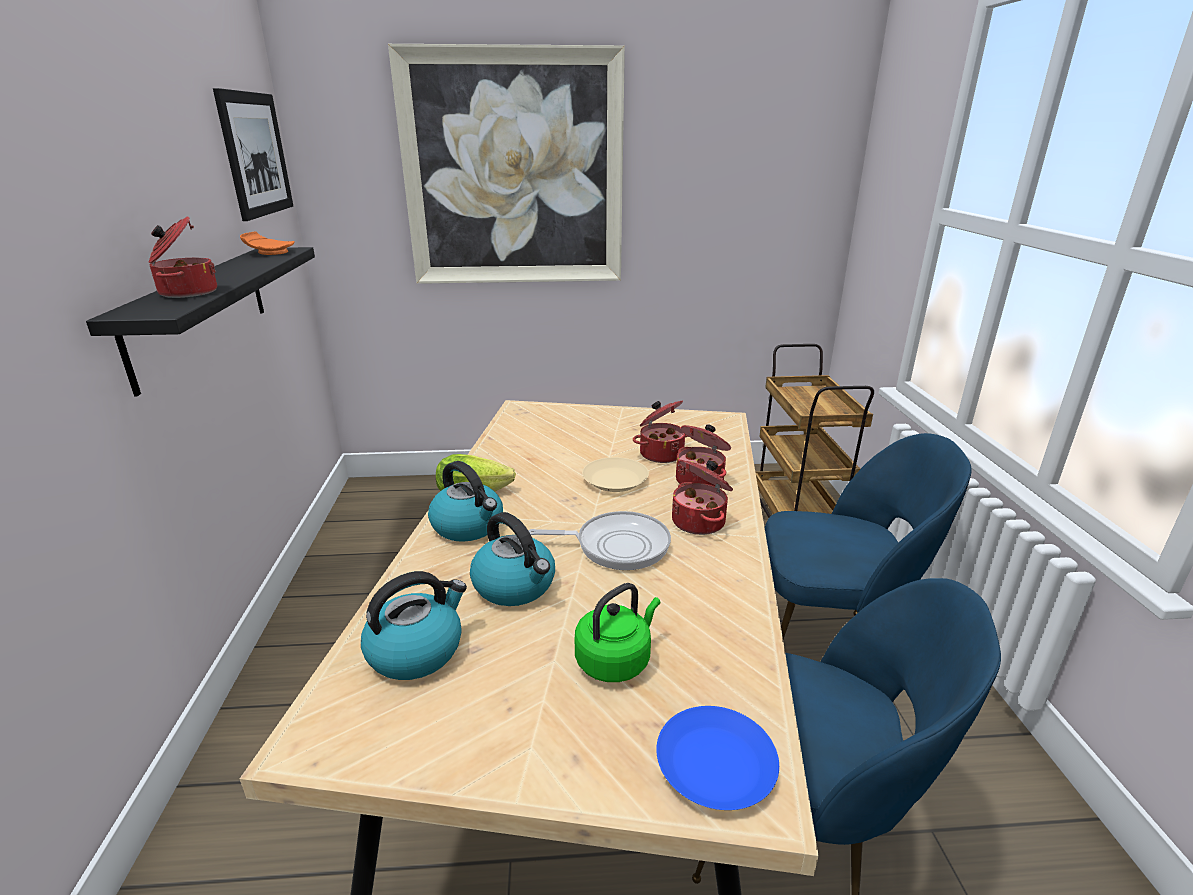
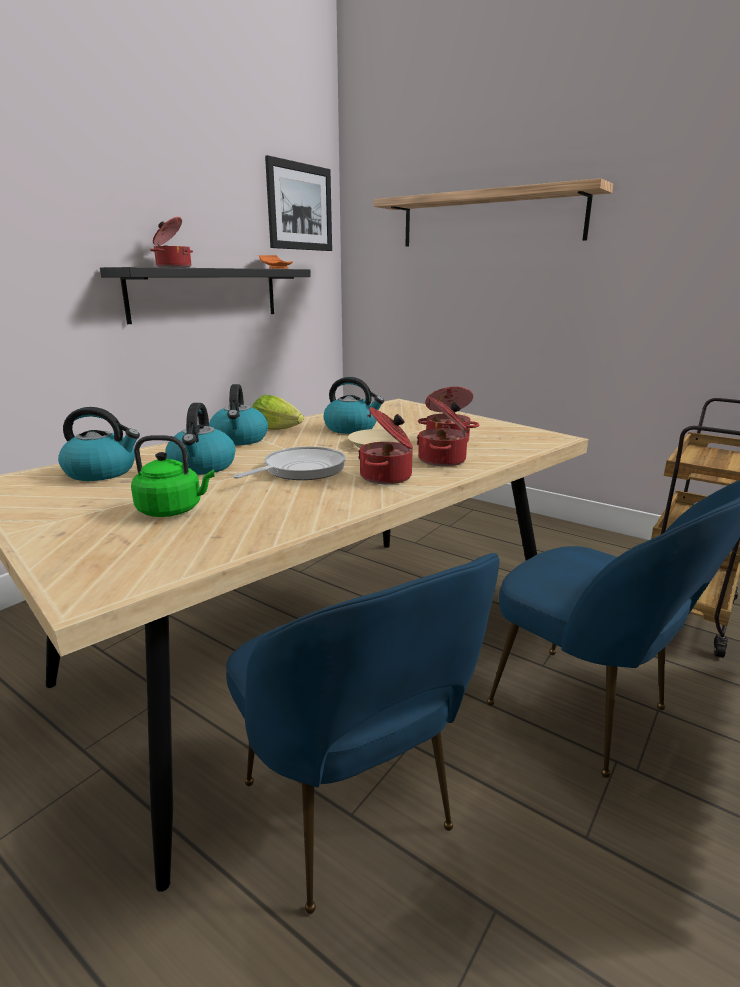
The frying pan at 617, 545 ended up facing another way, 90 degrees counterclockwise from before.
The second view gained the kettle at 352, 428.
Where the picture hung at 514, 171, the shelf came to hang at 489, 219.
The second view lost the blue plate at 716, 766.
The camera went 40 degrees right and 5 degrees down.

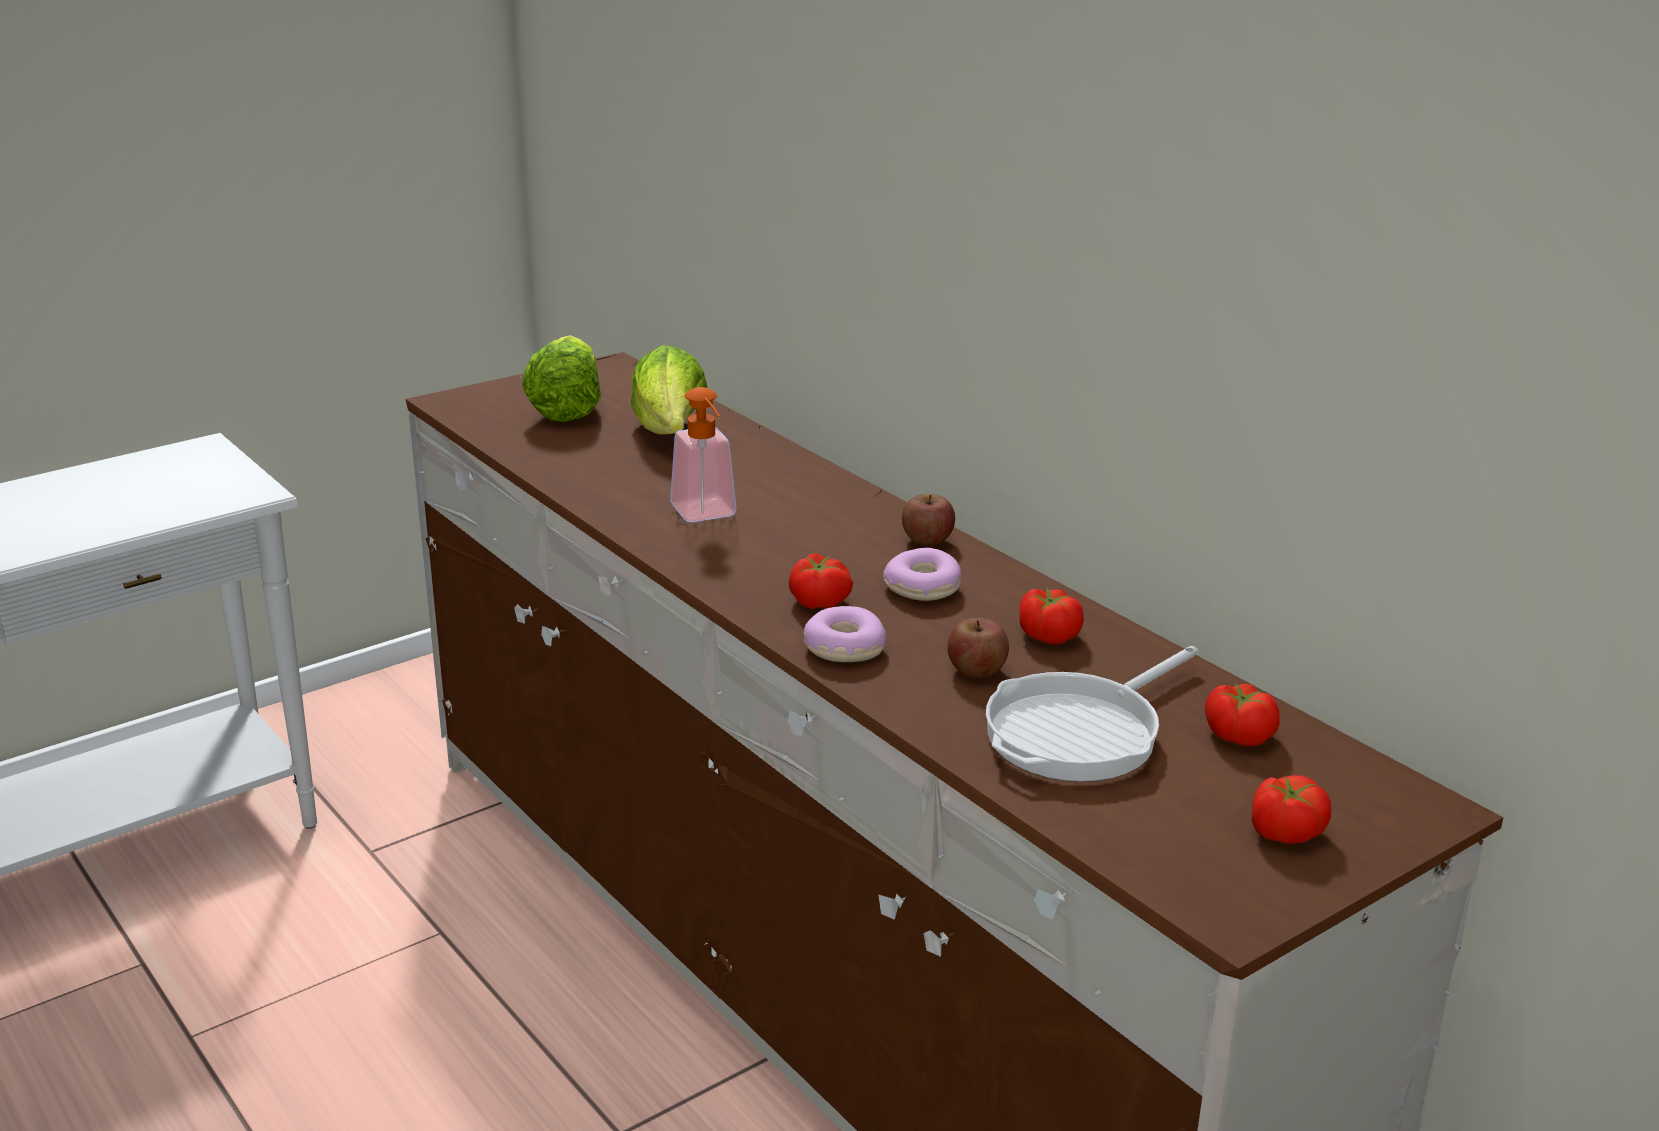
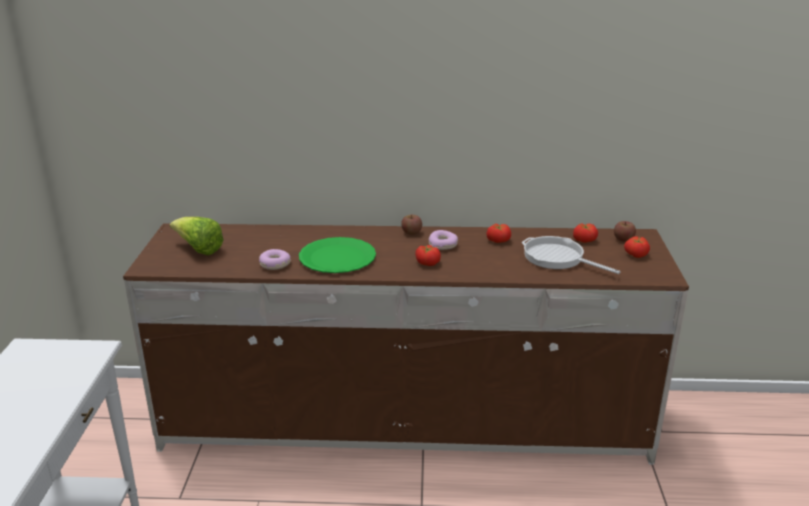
The donut ended up elsewhere, having gone from 843, 648 to 274, 264.
Where the soap dispenser stood at 707, 515, the green plate came to stand at 337, 257.
The frying pan at 1080, 732 ended up facing another way, 135 degrees clockwise from before.
The apple ended up elsewhere, having gone from 976, 670 to 623, 239.
The second view lost the lettuce at 670, 433.
The camera went 50 degrees left and 0 degrees up.

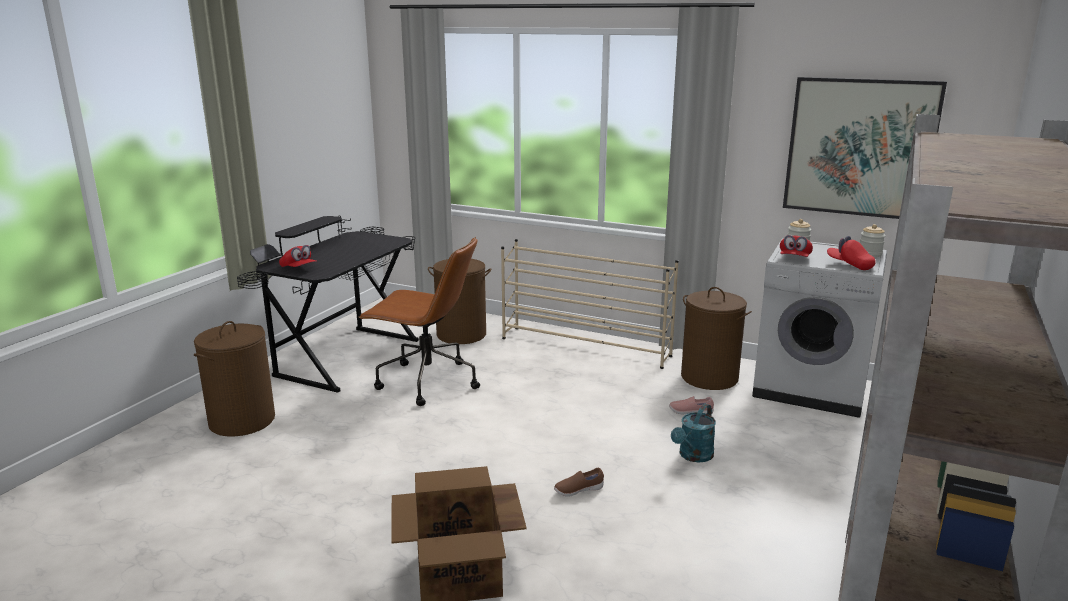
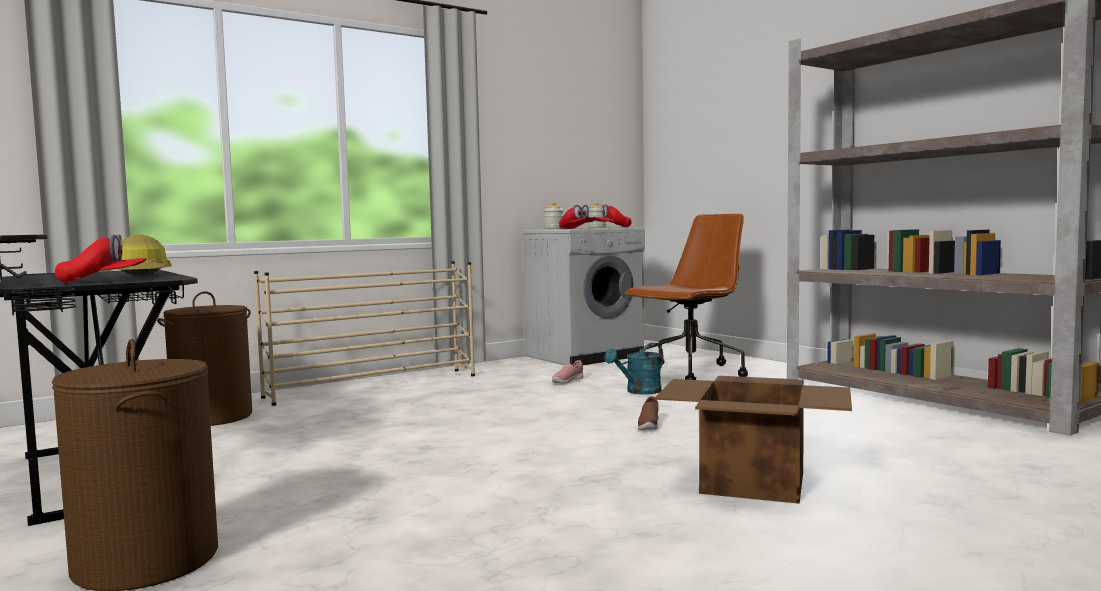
The second view gained the hard hat at 142, 275.
The turquoise watering can at 693, 456 ended up facing another way, 75 degrees clockwise from before.
The brown office chair ended up elsewhere, having gone from 426, 382 to 690, 373.
The second view lost the brown laundry basket at 710, 378.
The second view lost the picture at 860, 147.
The camera went 60 degrees left and 15 degrees down.

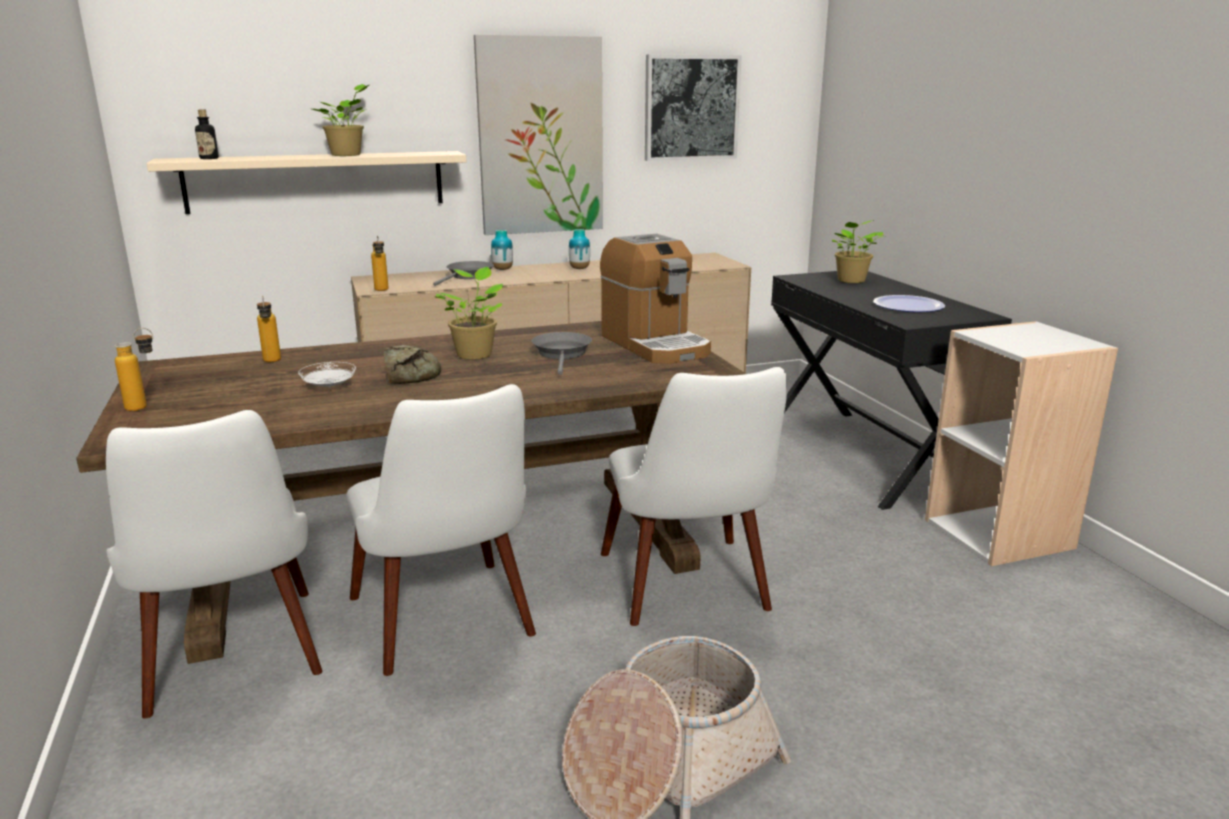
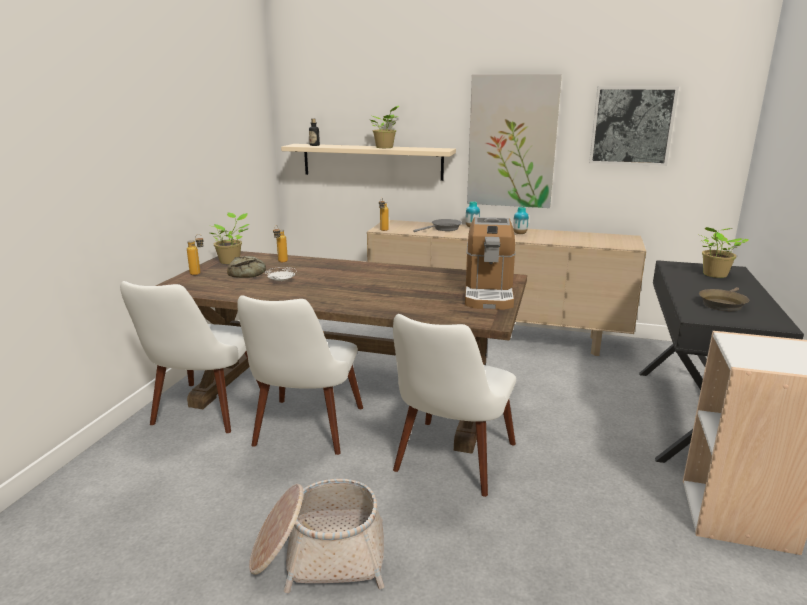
The potted plant ended up elsewhere, having gone from 475, 354 to 231, 261.
The bread ended up elsewhere, having gone from 410, 374 to 248, 273.
Where the plate stood at 908, 306, the brown frying pan came to stand at 722, 304.
The second view lost the grey frying pan at 562, 354.
The camera went 35 degrees right and 0 degrees up.

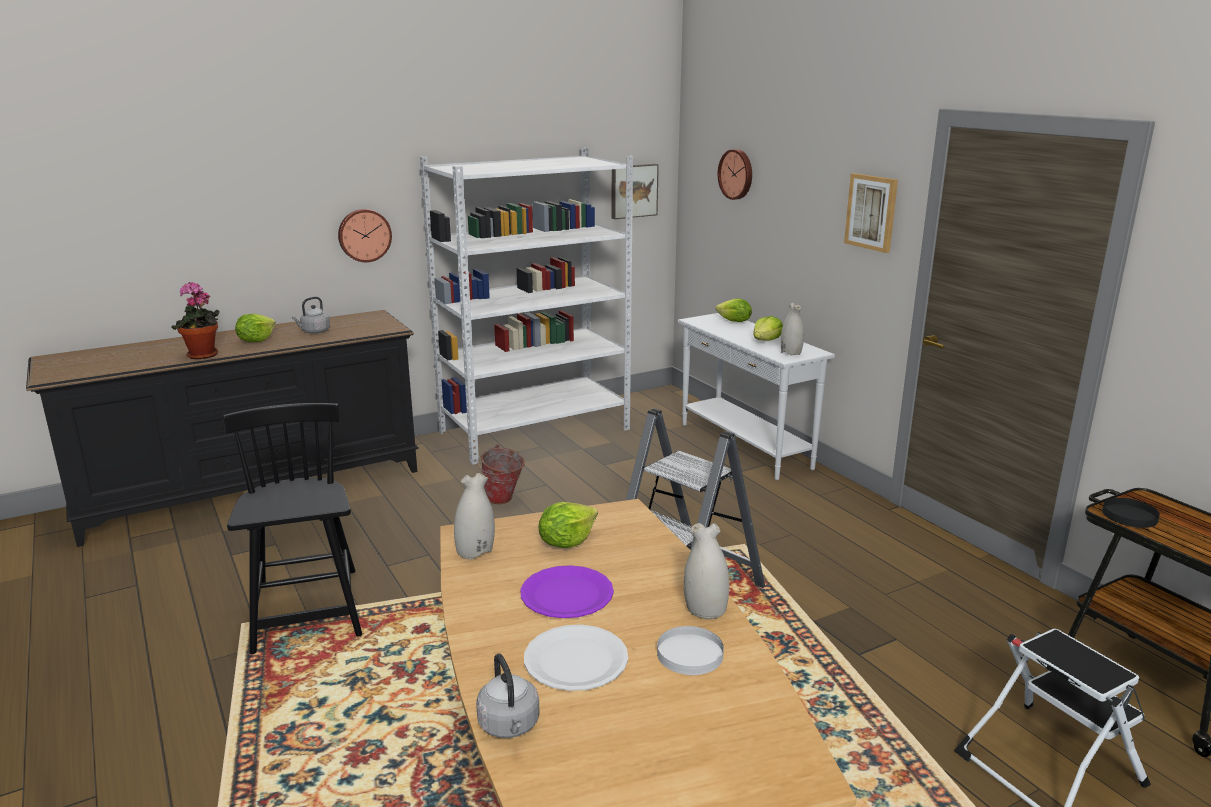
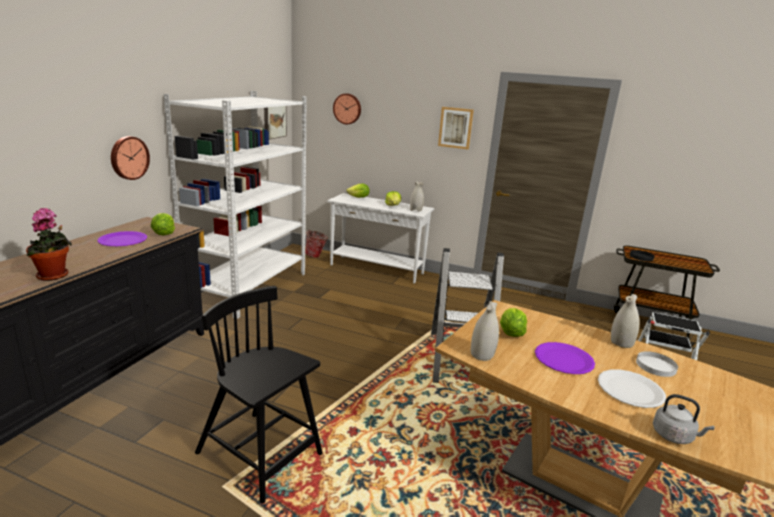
Where the grey kettle stood at 314, 332, the purple plate came to stand at 123, 240.
The lettuce ended up elsewhere, having gone from 256, 341 to 164, 234.
The bucket ended up elsewhere, having gone from 502, 501 to 316, 256.
The camera went 40 degrees left and 0 degrees up.

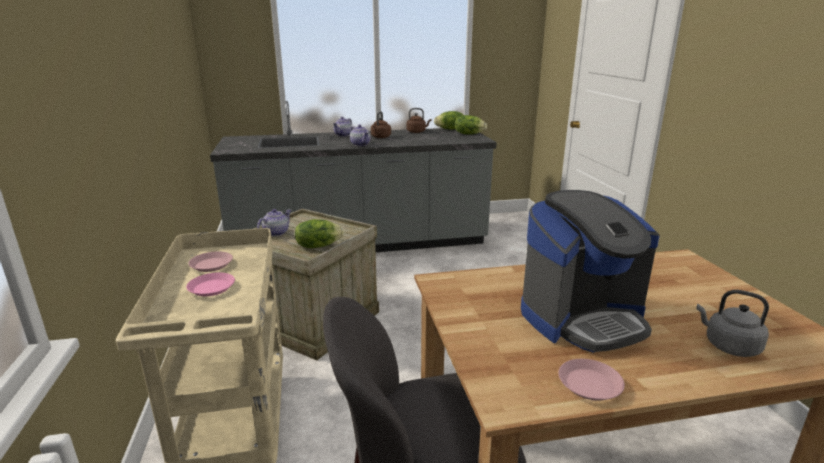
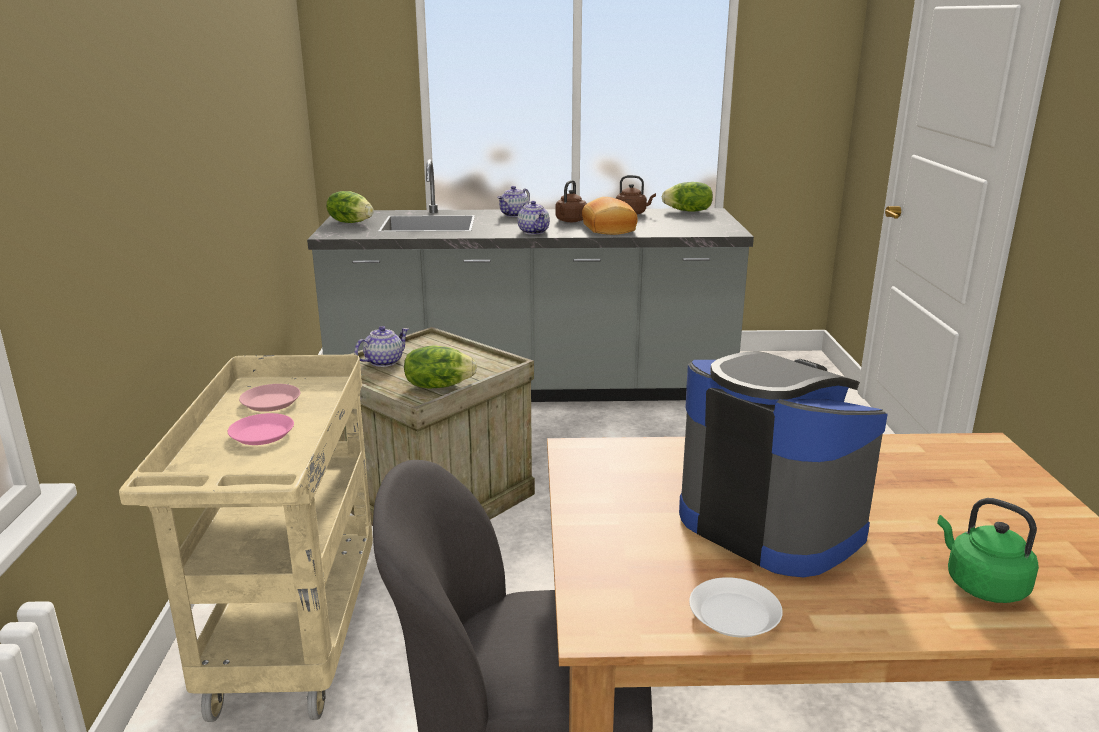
The lettuce ended up elsewhere, having gone from 469, 134 to 351, 222.
The second view gained the bread at 607, 229.
The coffee machine at 582, 318 ended up facing another way, 120 degrees counterclockwise from before.
What was the pink plate at 589, 384 turned into the white plate at 734, 614.
What was the grey kettle at 728, 346 turned into the green kettle at 981, 585.
The camera went 10 degrees right and 0 degrees up.

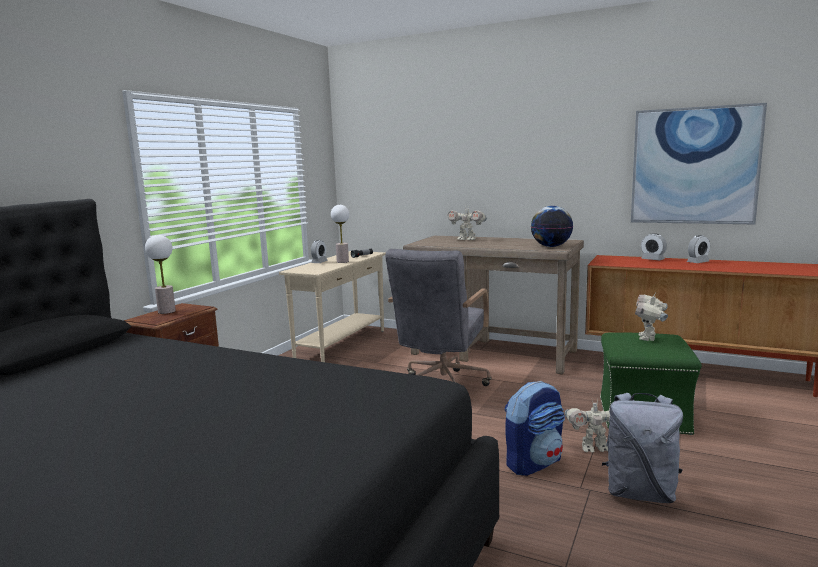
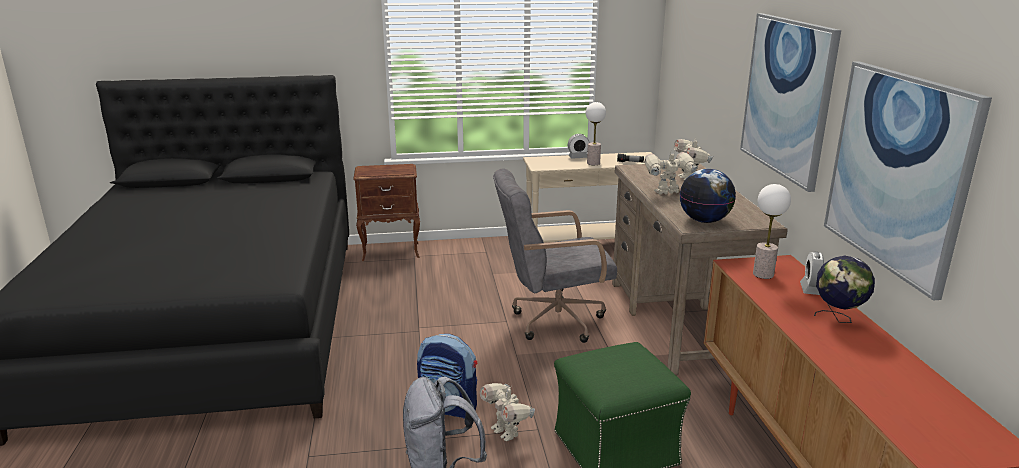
The toy robot ended up elsewhere, having gone from 648, 338 to 667, 193.
The second view gained the picture at 787, 97.
The table lamp ended up elsewhere, having gone from 166, 311 to 763, 274.
Where the alarm clock stood at 698, 262, the globe came to stand at 838, 319.
The camera went 55 degrees right and 10 degrees up.

